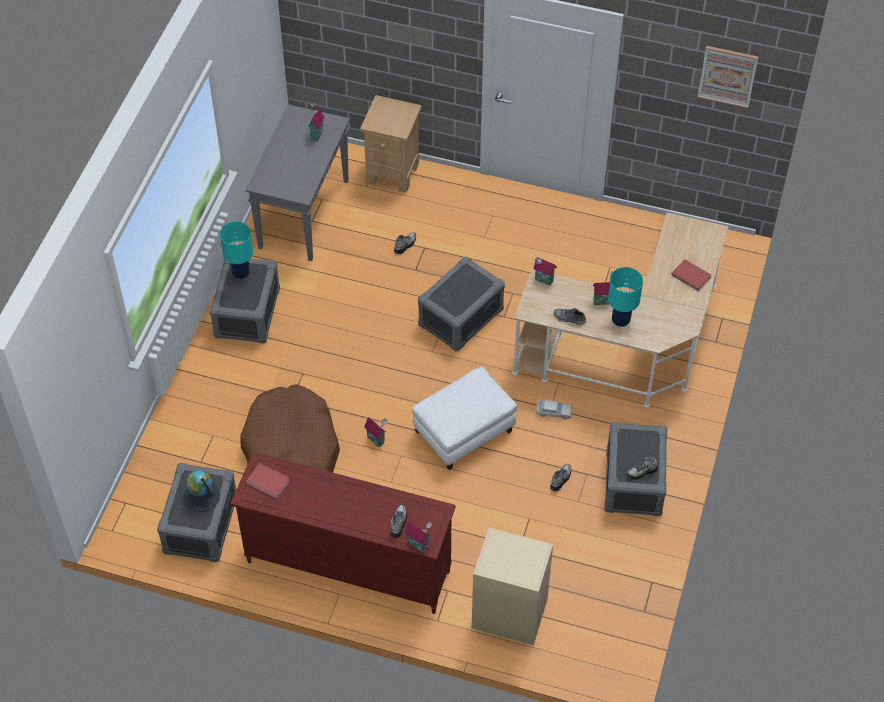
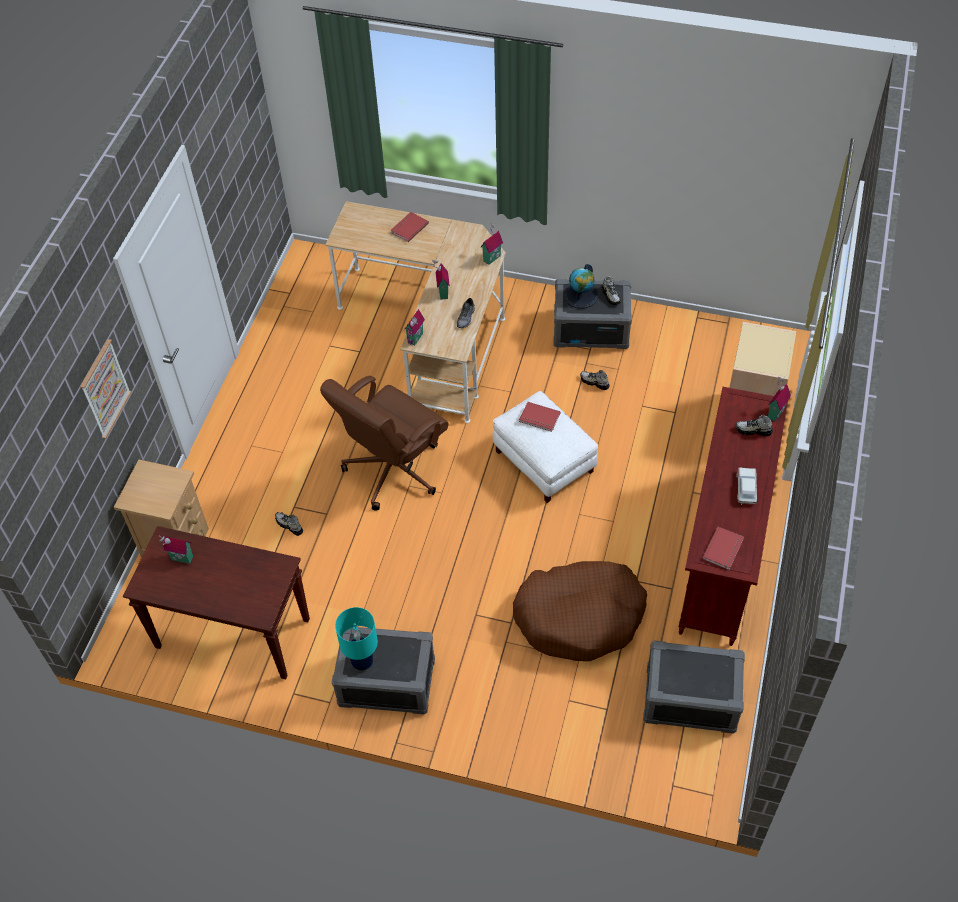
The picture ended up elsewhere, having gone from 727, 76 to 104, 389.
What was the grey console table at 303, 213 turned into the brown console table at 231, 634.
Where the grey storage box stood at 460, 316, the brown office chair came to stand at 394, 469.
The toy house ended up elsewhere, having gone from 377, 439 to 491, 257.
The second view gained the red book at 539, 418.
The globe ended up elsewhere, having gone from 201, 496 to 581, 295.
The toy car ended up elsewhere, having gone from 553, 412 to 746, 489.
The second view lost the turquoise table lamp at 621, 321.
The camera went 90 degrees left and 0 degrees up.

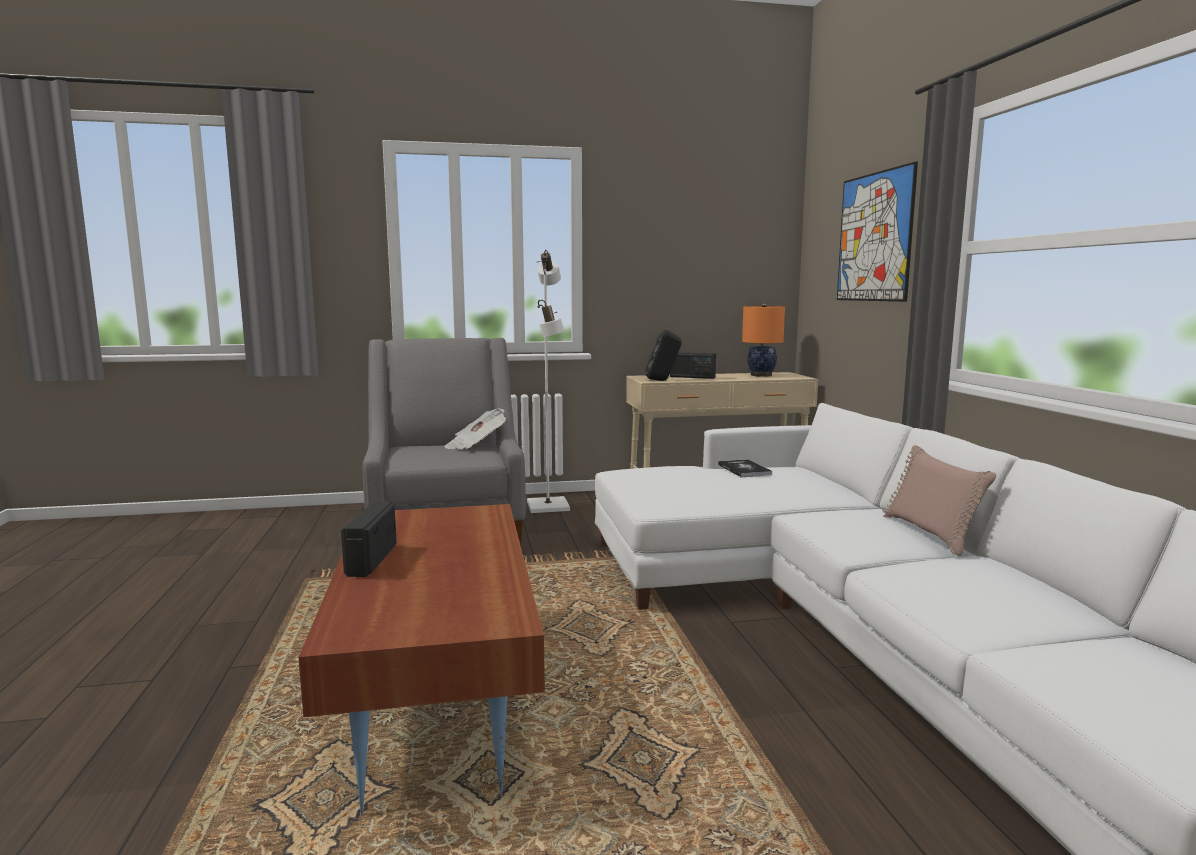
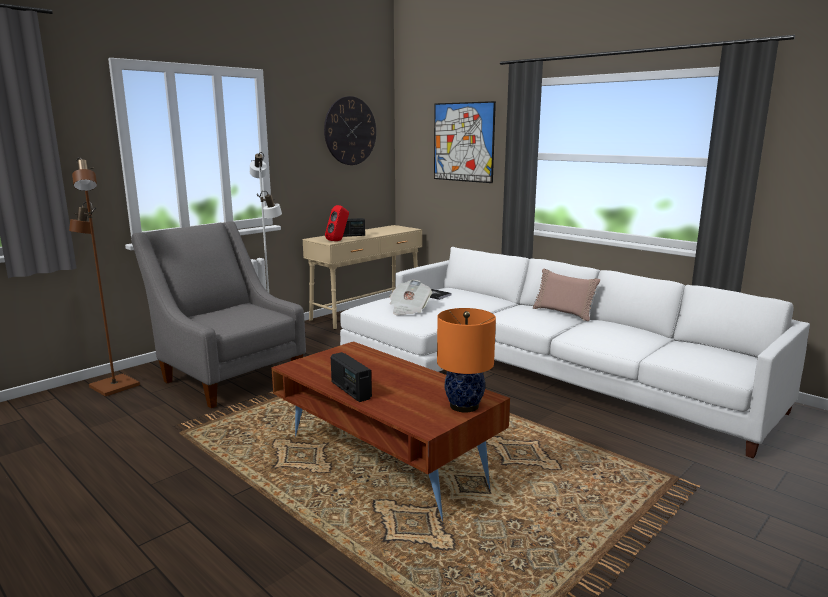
The second view gained the brown floor lamp at 114, 386.
The second view gained the wall clock at 350, 131.
What was the black speaker at 663, 380 turned into the red speaker at 338, 241.
The newspaper ended up elsewhere, having gone from 476, 445 to 409, 309.
The orange table lamp ended up elsewhere, having gone from 761, 375 to 464, 406.
The camera went 35 degrees left and 5 degrees up.

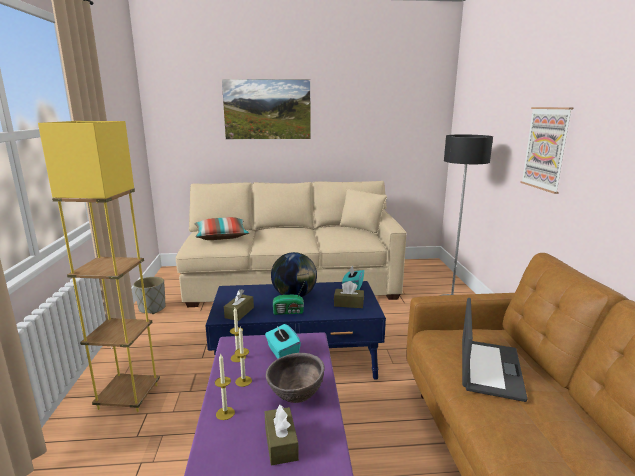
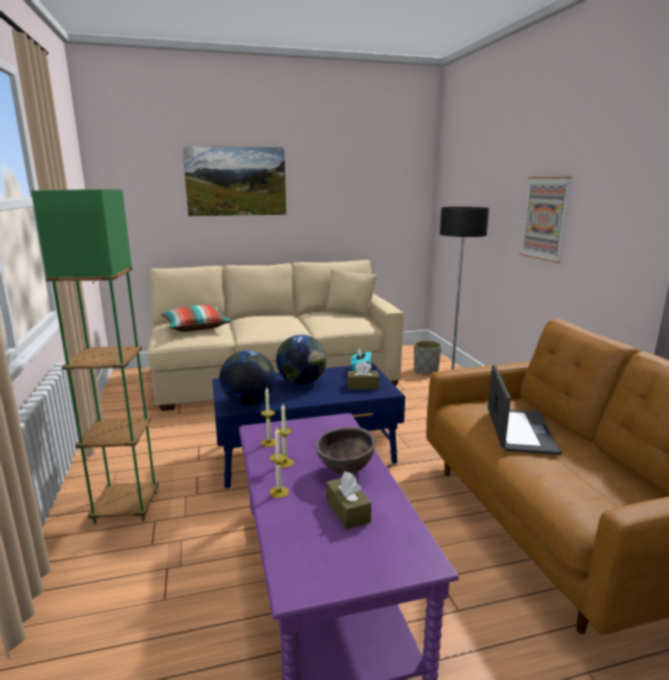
What was the yellow floor lamp at 128, 396 turned into the green floor lamp at 126, 507.
Where the brown tissue box stood at 239, 313, the globe came to stand at 248, 402.
The grey planter ended up elsewhere, having gone from 152, 308 to 426, 370.
The second view lost the turquoise tissue box at 282, 352.
The second view lost the radio at 289, 312.
The camera went 10 degrees left and 0 degrees up.

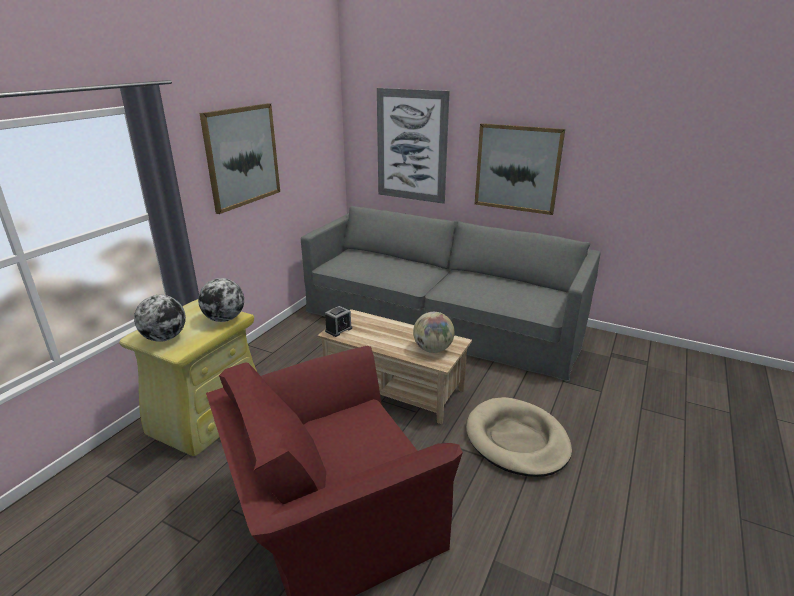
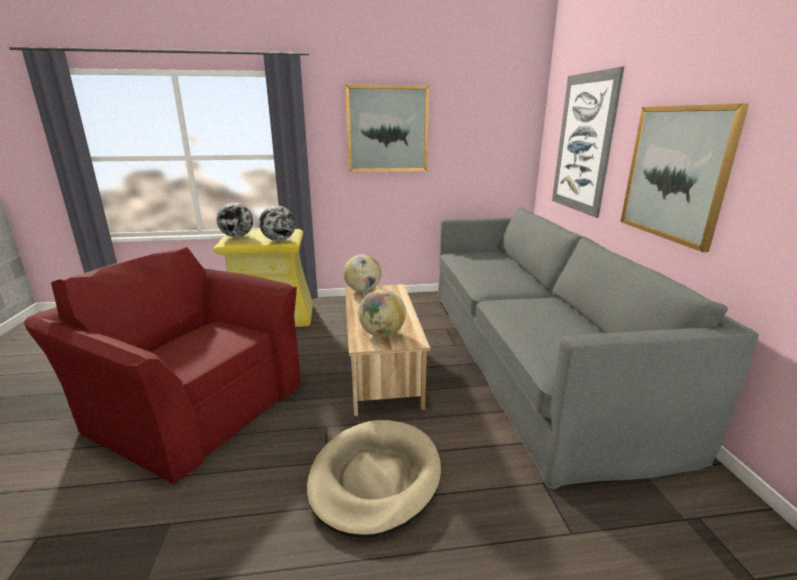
Where the alarm clock stood at 338, 330, the globe came to stand at 363, 290.
The camera went 55 degrees right and 5 degrees down.

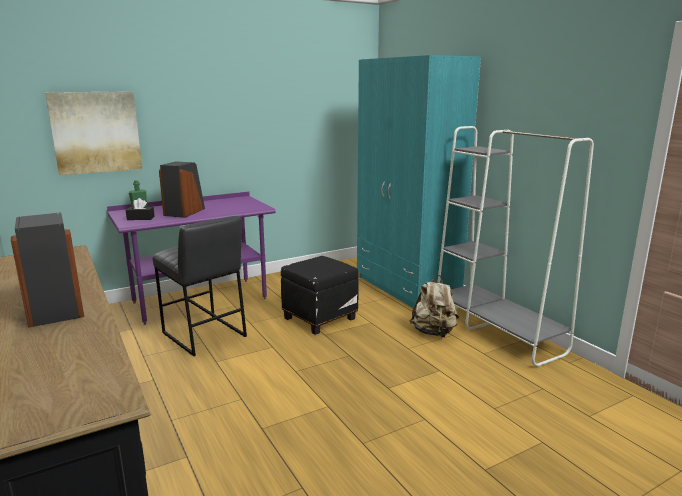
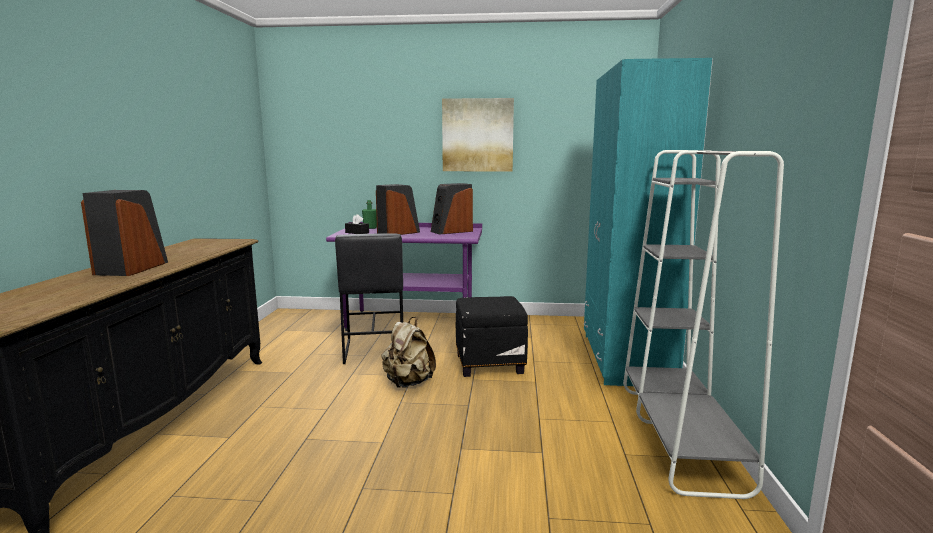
The beige backpack ended up elsewhere, having gone from 434, 333 to 408, 383.
The second view gained the speaker at 451, 231.
The picture ended up elsewhere, having gone from 96, 132 to 477, 135.
The camera went 35 degrees right and 5 degrees down.

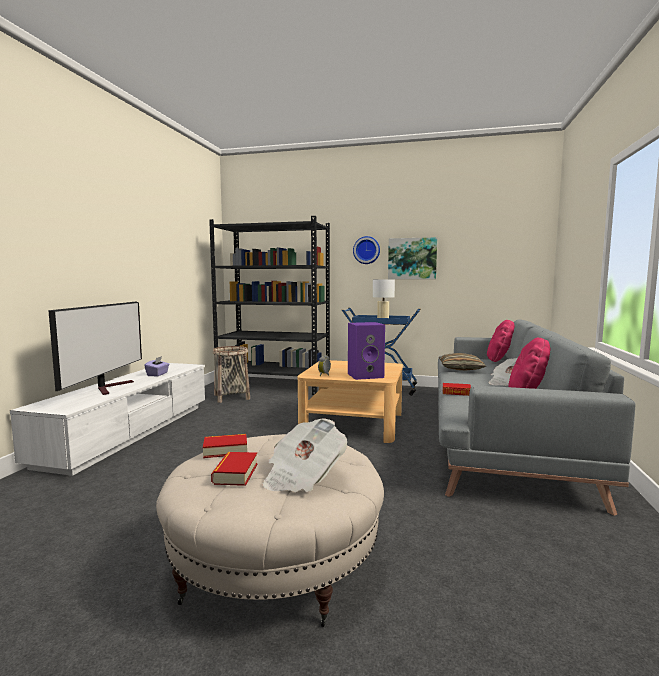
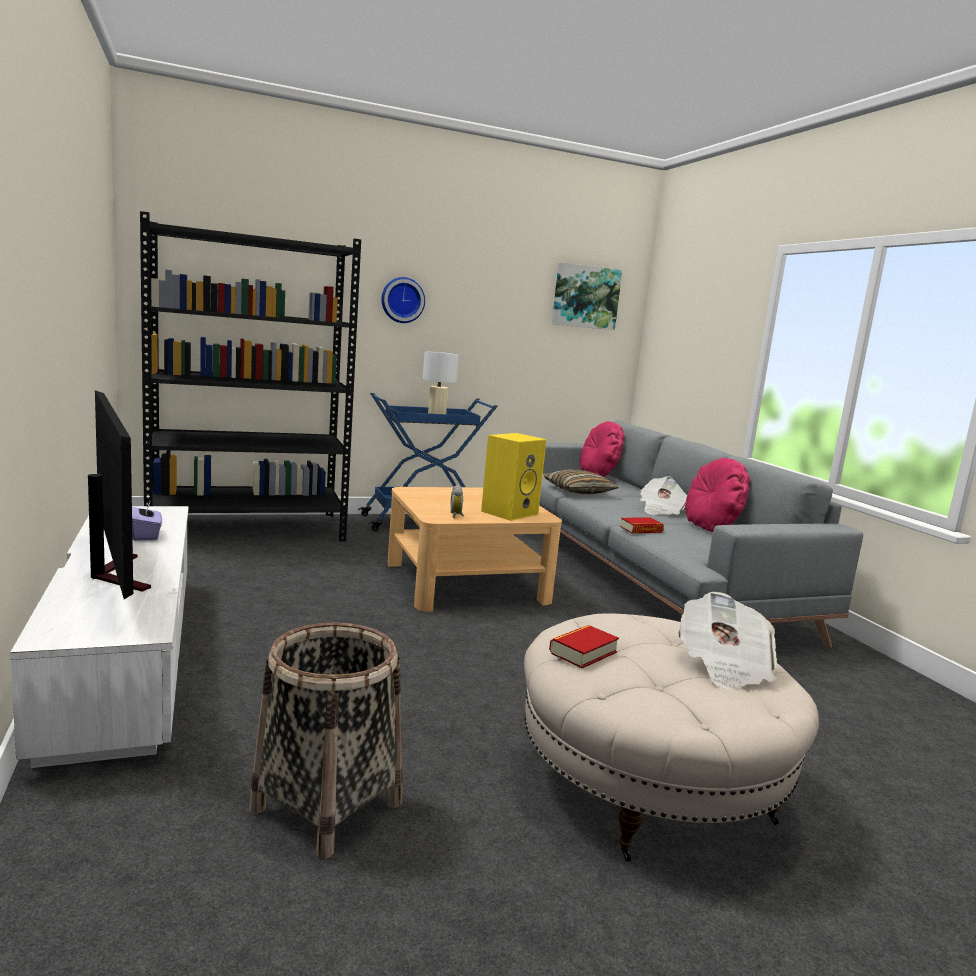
The basket ended up elsewhere, having gone from 231, 397 to 326, 805.
What was the purple speaker at 366, 375 turned into the yellow speaker at 509, 512.
The picture ended up elsewhere, having gone from 412, 258 to 585, 297.
The second view lost the book at 235, 473.
The camera went 35 degrees left and 5 degrees up.

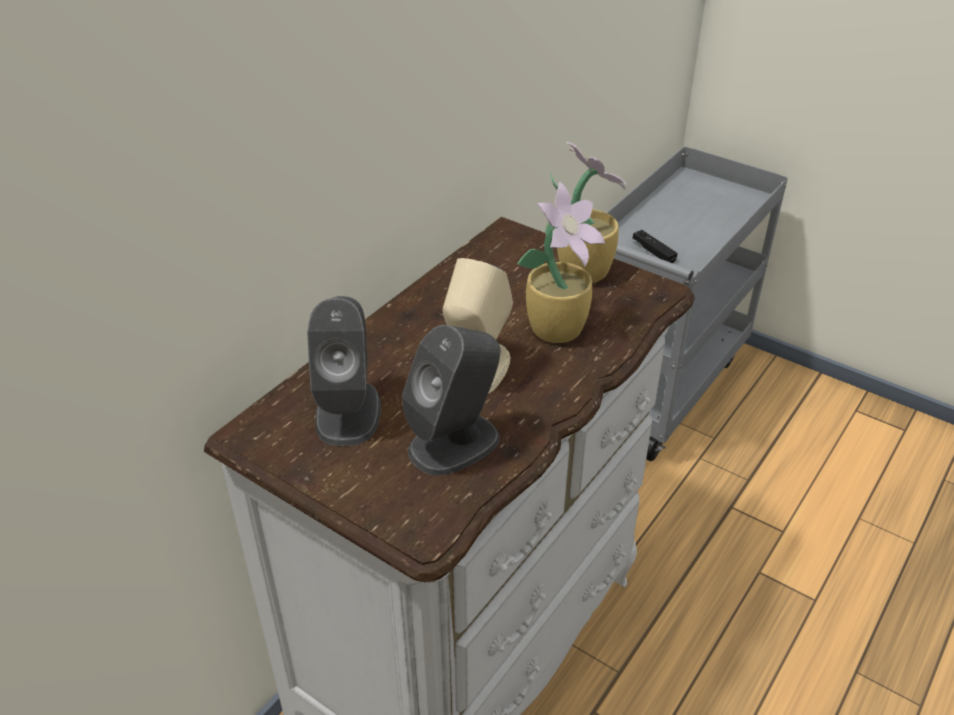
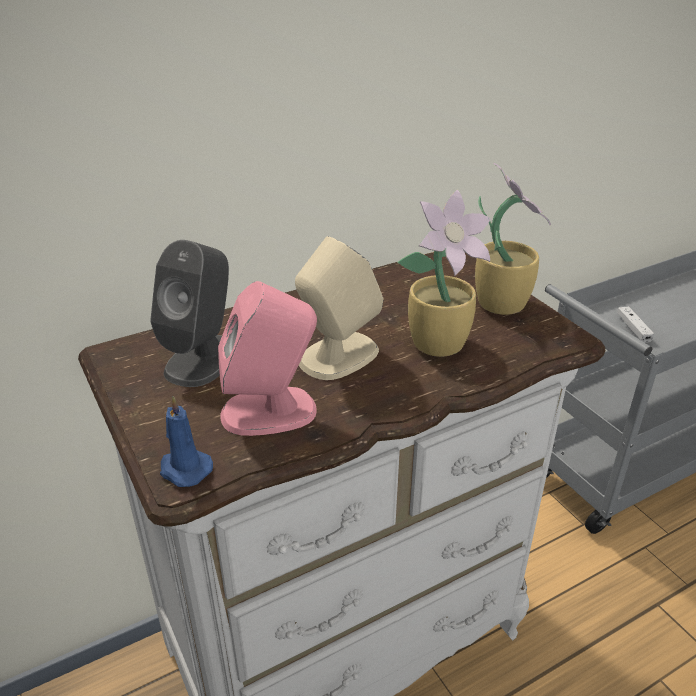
The second view gained the blue candle at 184, 469.
What was the grey speaker at 455, 443 turned into the pink speaker at 270, 411.
What was the black game controller at 653, 252 turned into the white game controller at 633, 329.
The camera went 25 degrees right and 5 degrees down.

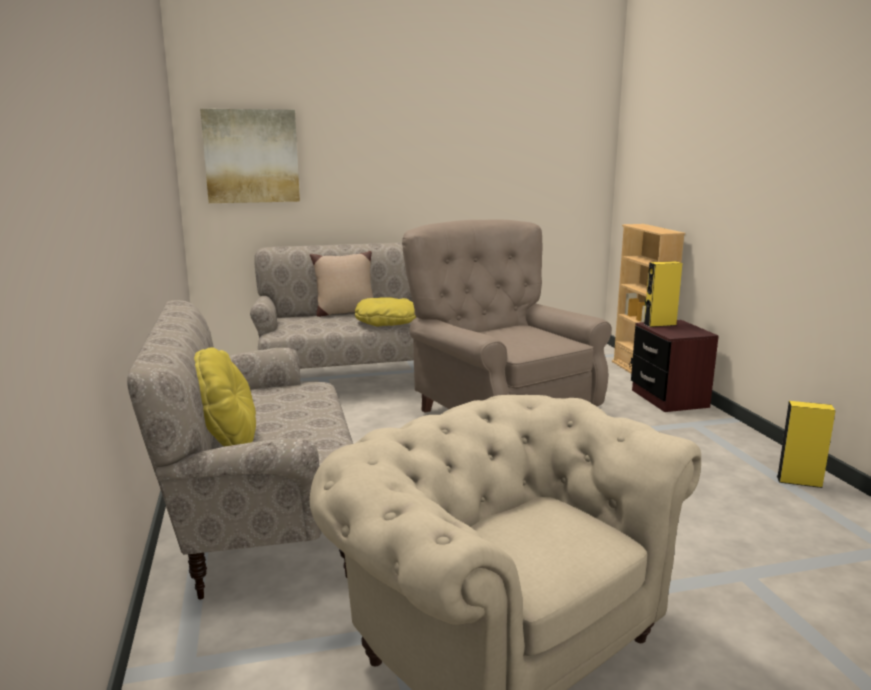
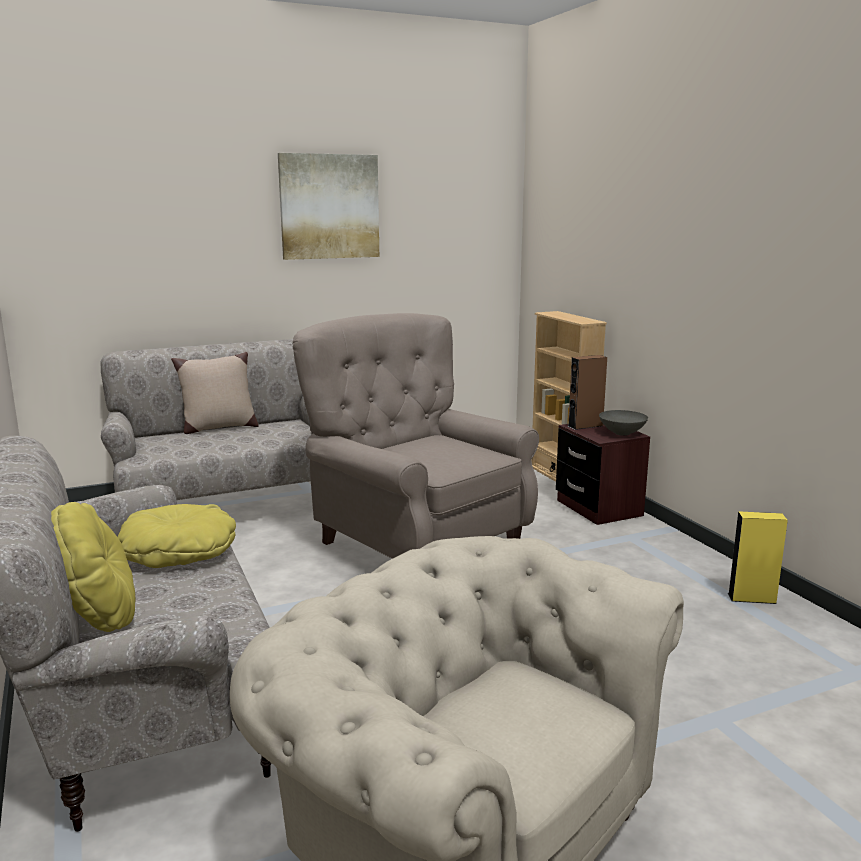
The yellow pillow ended up elsewhere, having gone from 387, 321 to 179, 551.
The picture ended up elsewhere, having gone from 251, 156 to 329, 206.
What was the yellow speaker at 660, 324 turned into the brown speaker at 585, 426.
The second view gained the grey bowl at 621, 433.
The camera went 10 degrees left and 0 degrees up.

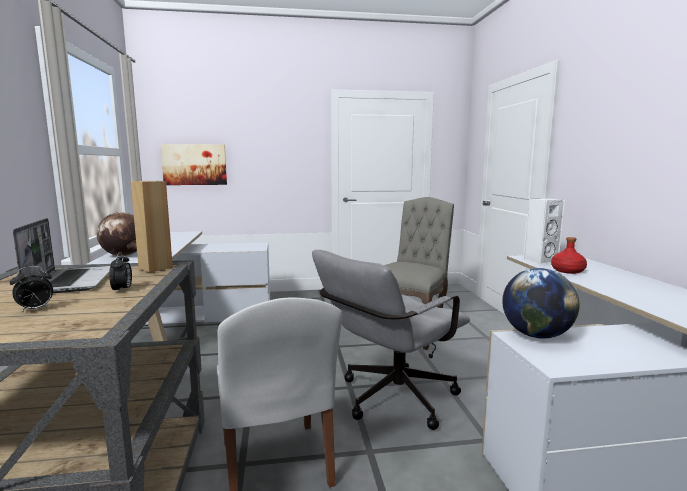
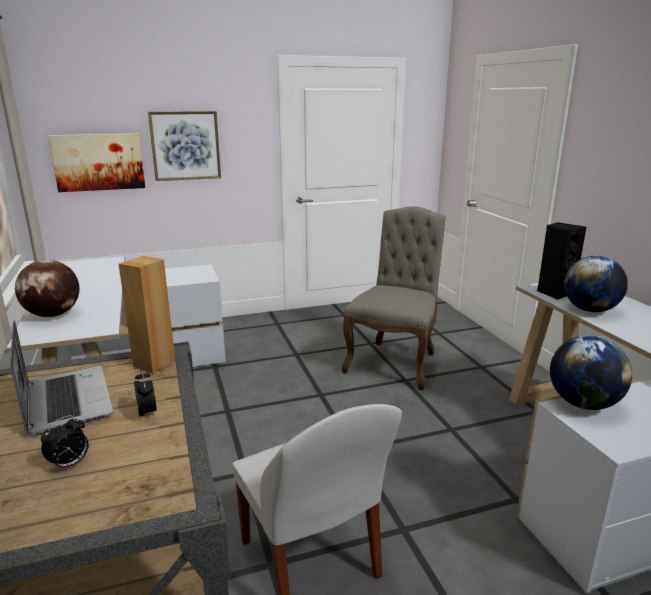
The second view gained the picture at 185, 146.
What was the white speaker at 540, 260 turned into the black speaker at 554, 293.
Where the red bottle stood at 568, 271, the globe came to stand at 590, 310.
The second view lost the grey office chair at 390, 400.
The camera went 10 degrees left and 10 degrees up.

